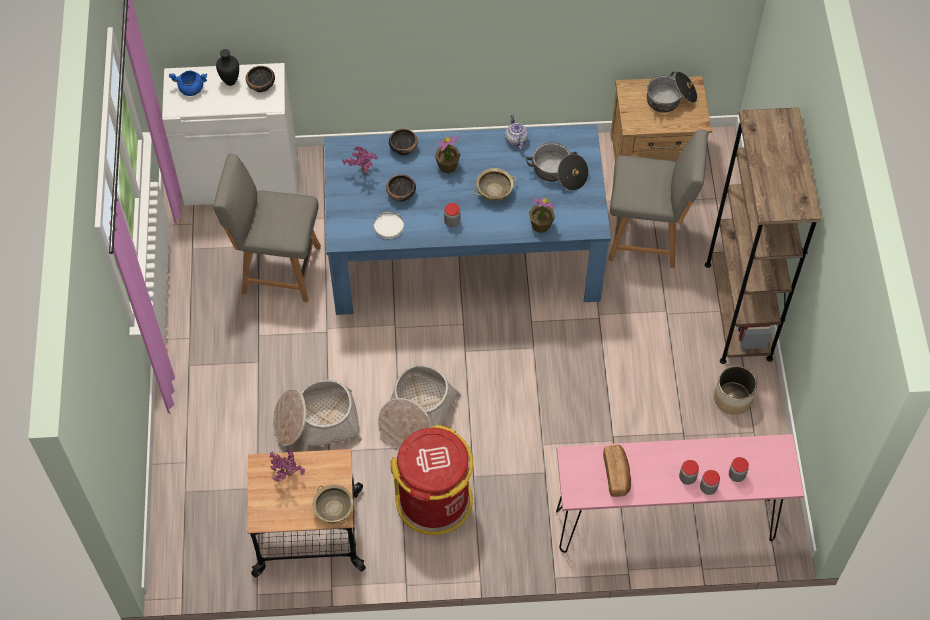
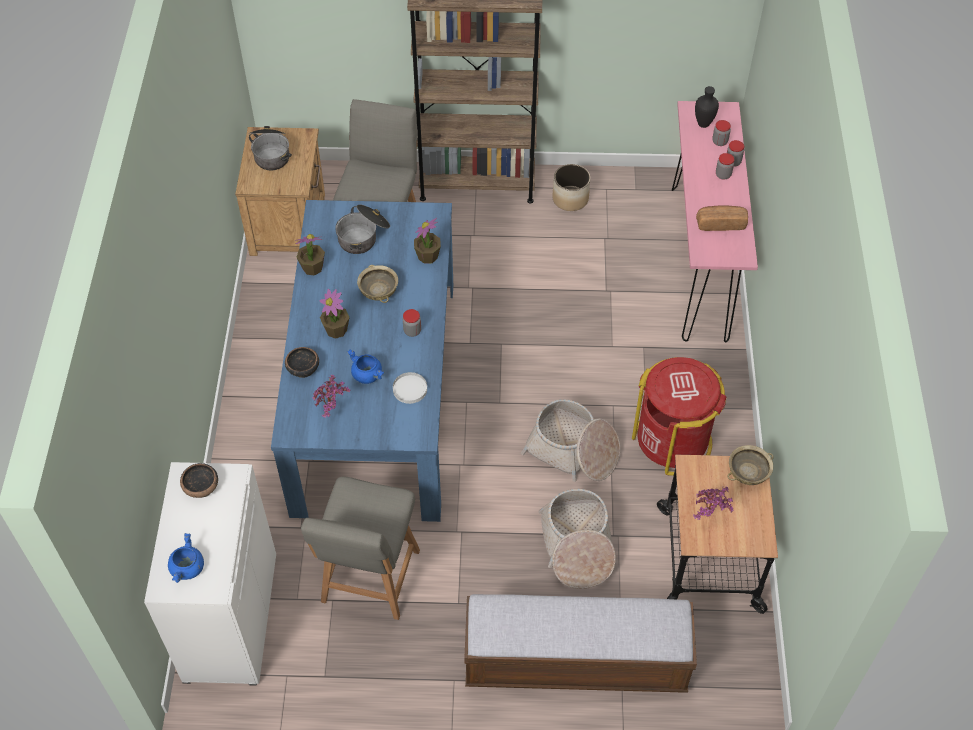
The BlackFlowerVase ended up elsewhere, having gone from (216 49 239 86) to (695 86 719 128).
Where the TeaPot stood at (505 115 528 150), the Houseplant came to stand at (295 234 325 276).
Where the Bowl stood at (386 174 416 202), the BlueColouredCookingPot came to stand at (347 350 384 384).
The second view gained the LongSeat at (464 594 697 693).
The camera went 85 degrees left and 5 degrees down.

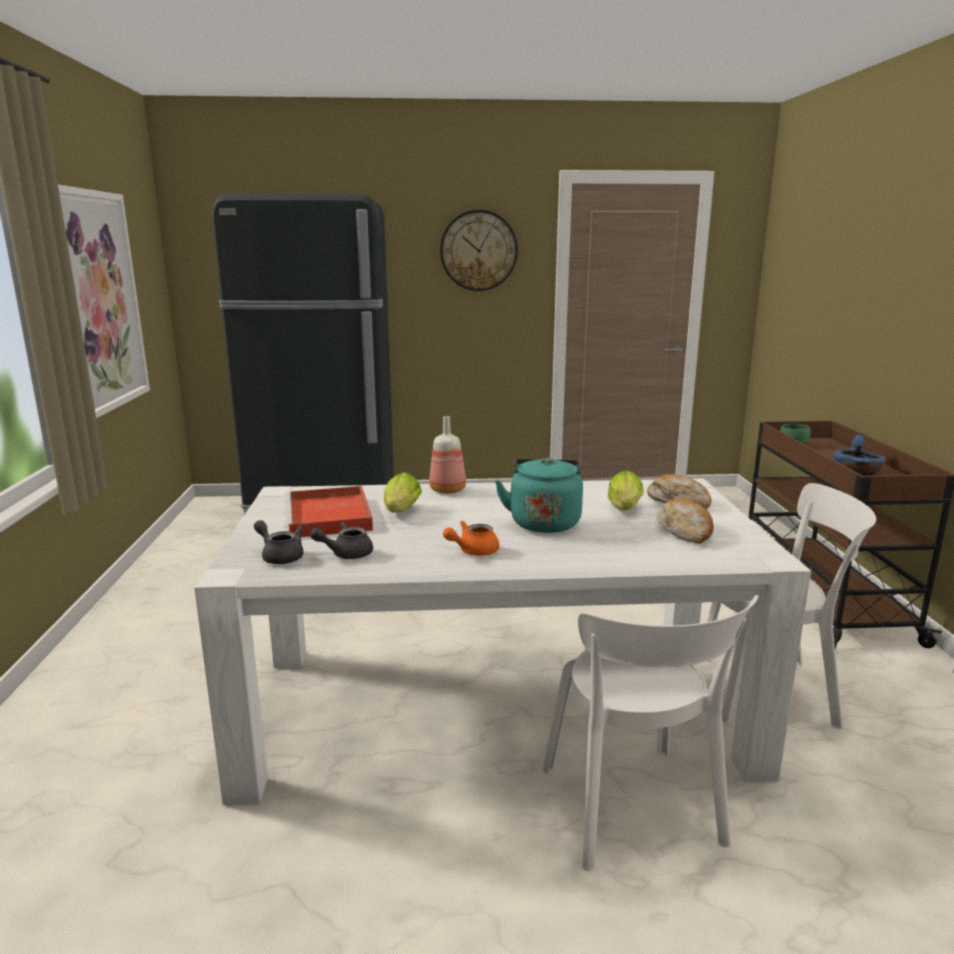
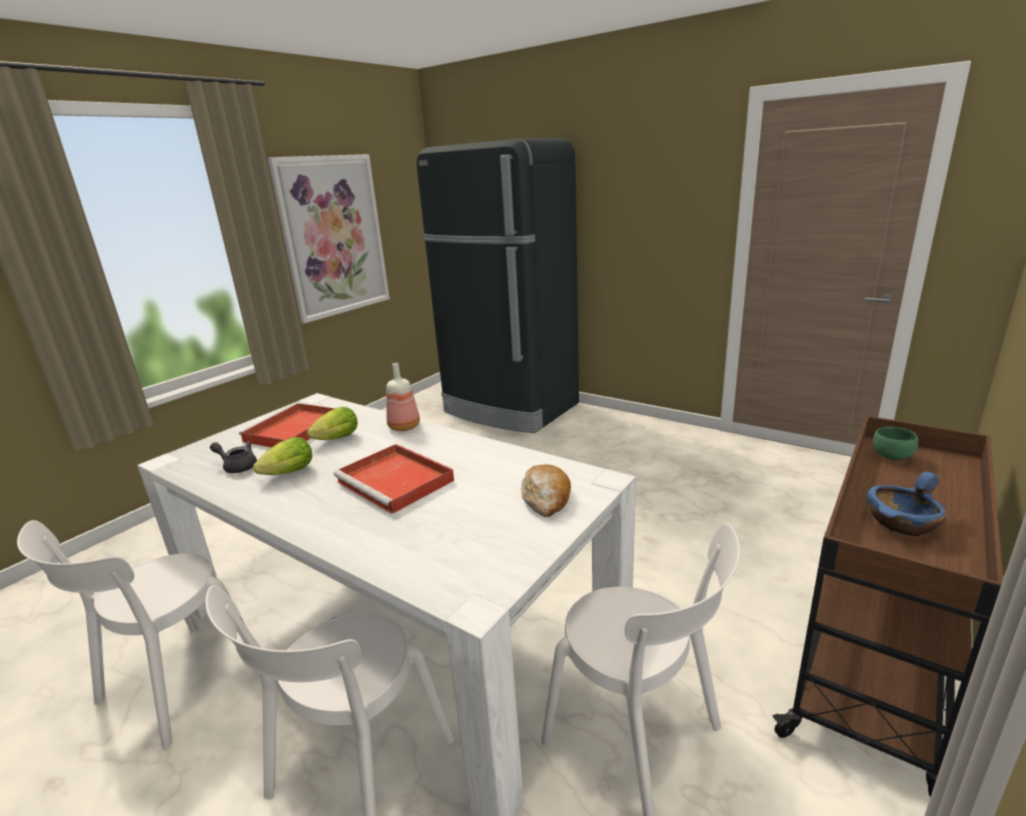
The second view lost the ClockOnTheWall at (440 210 518 291).
Where the TurquoiseWaterKettle stood at (495 457 583 533), the RedColouredServingTray came to stand at (334 444 454 514).
The HeadOfLettuce ended up elsewhere, having gone from (608 470 644 510) to (253 437 312 475).
The second view lost the Bread at (656 499 714 544).
The second view lost the GrayTeaPot at (254 520 303 564).
The second view lost the OrangeColouredTeaPot at (443 521 499 556).
The second view gained the WhiteColouredChair at (17 520 247 750).
The camera went 40 degrees right and 5 degrees up.

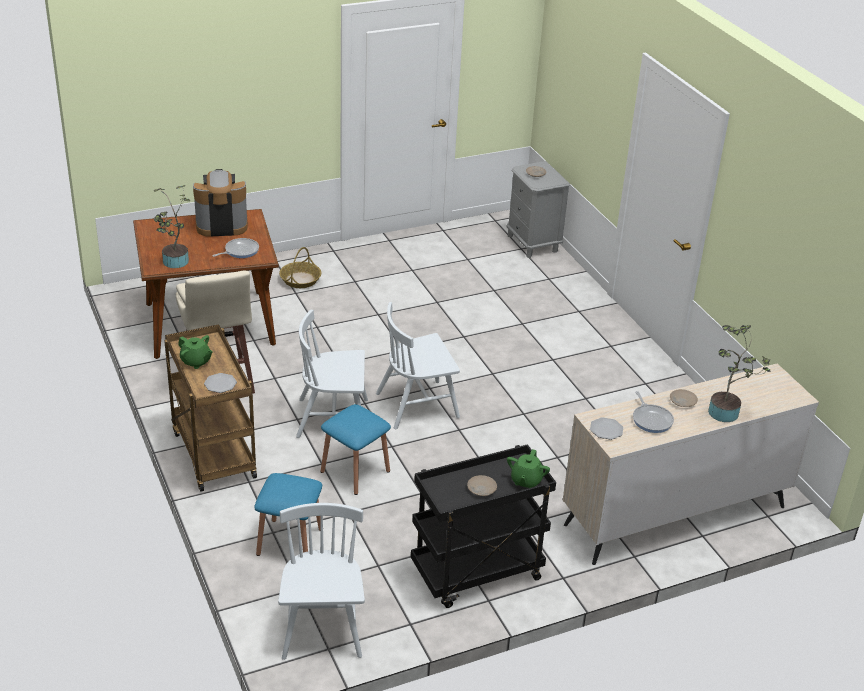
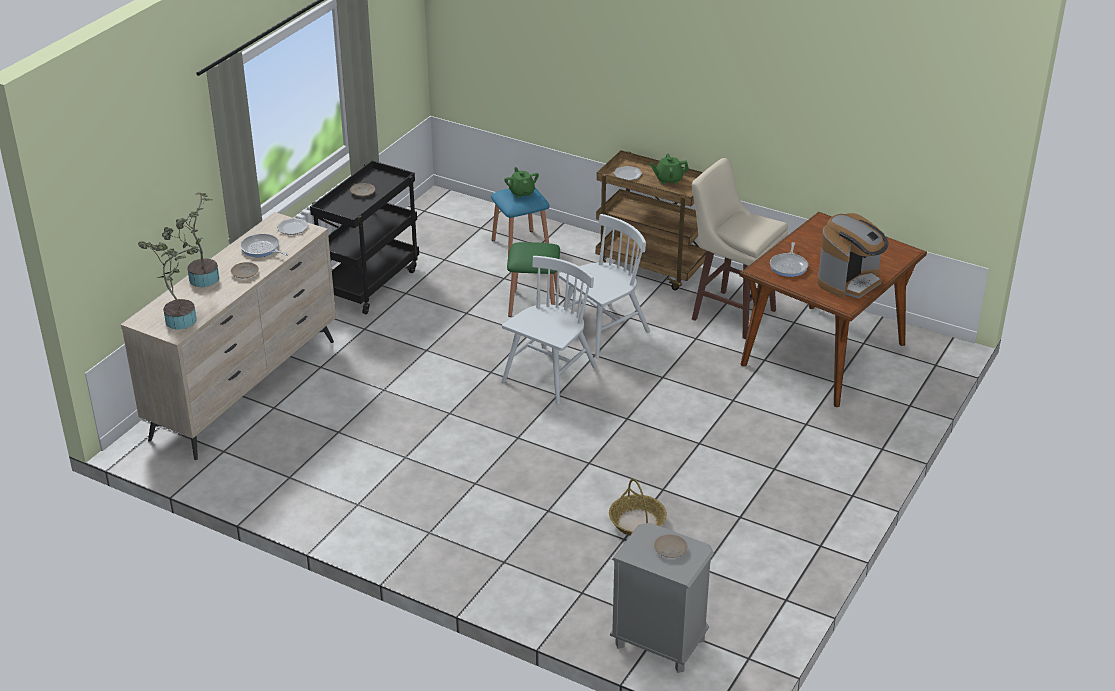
The Houseplant ended up elsewhere, having gone from (154 185 190 268) to (138 241 198 329).
The HouseholdBasket ended up elsewhere, having gone from (279 247 321 288) to (609 478 667 536).
What was the BlueColouredStoolSeat at (321 404 391 495) turned into the GreenColouredStoolSeat at (507 242 560 317).
The GreenColouredTeaPot ended up elsewhere, having gone from (507 449 550 488) to (504 167 539 198).
The second view lost the WhiteColouredChair at (278 503 365 660).
The camera went 145 degrees right and 0 degrees up.

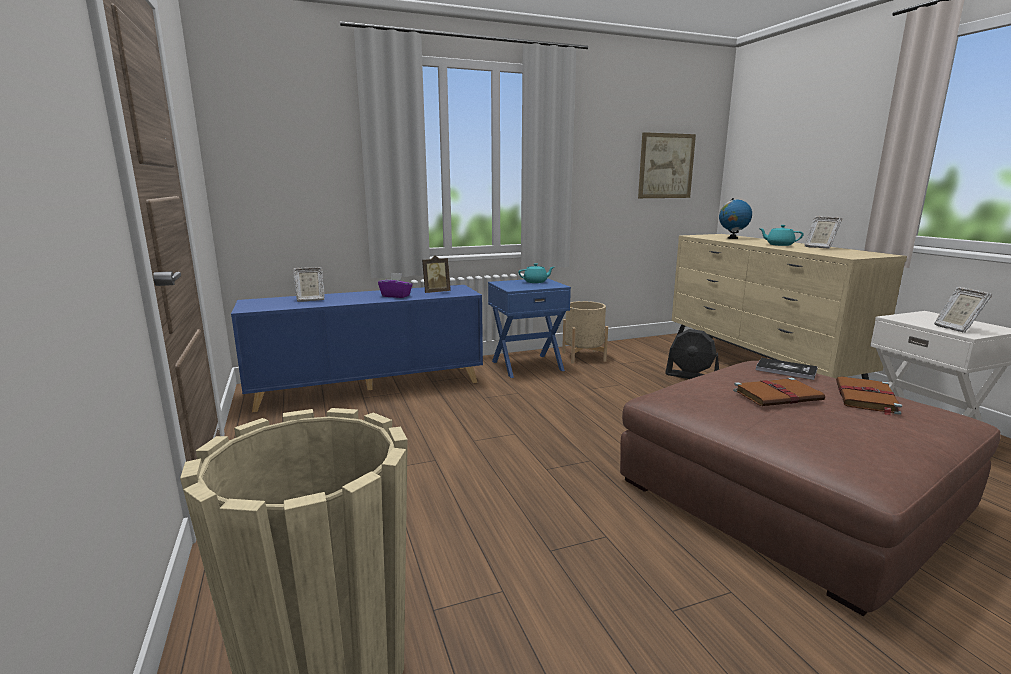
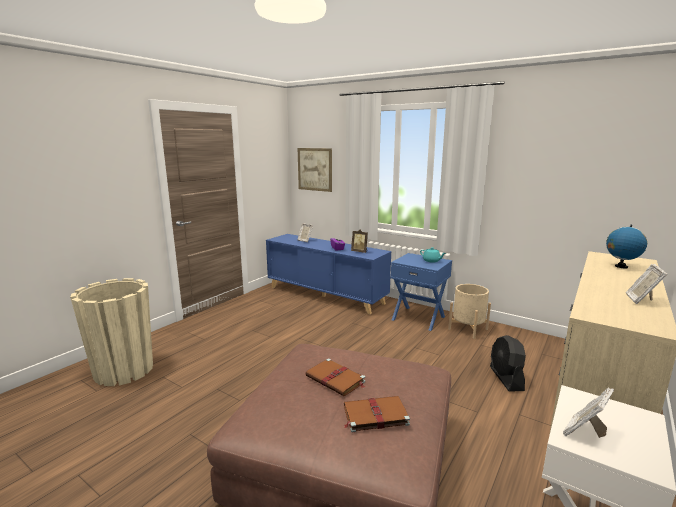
The WallArt ended up elsewhere, having gone from (638 132 696 198) to (298 148 332 192).
The second view lost the TurquoiseTeaPot at (758 225 804 246).
The second view lost the Volume at (756 358 818 380).
The camera went 55 degrees right and 0 degrees up.

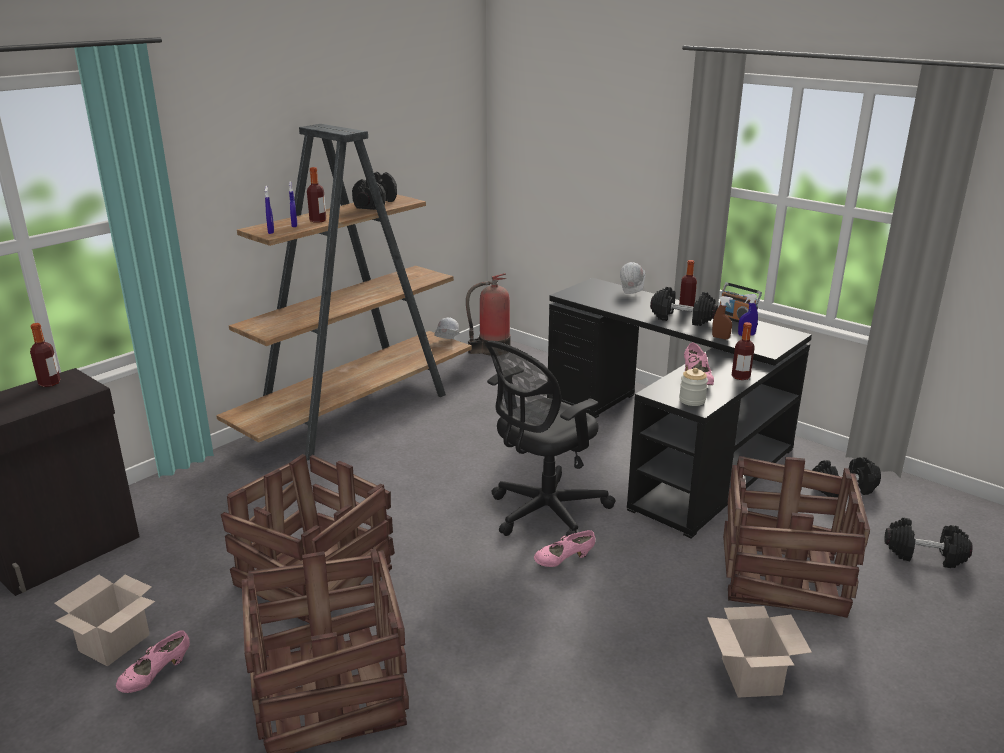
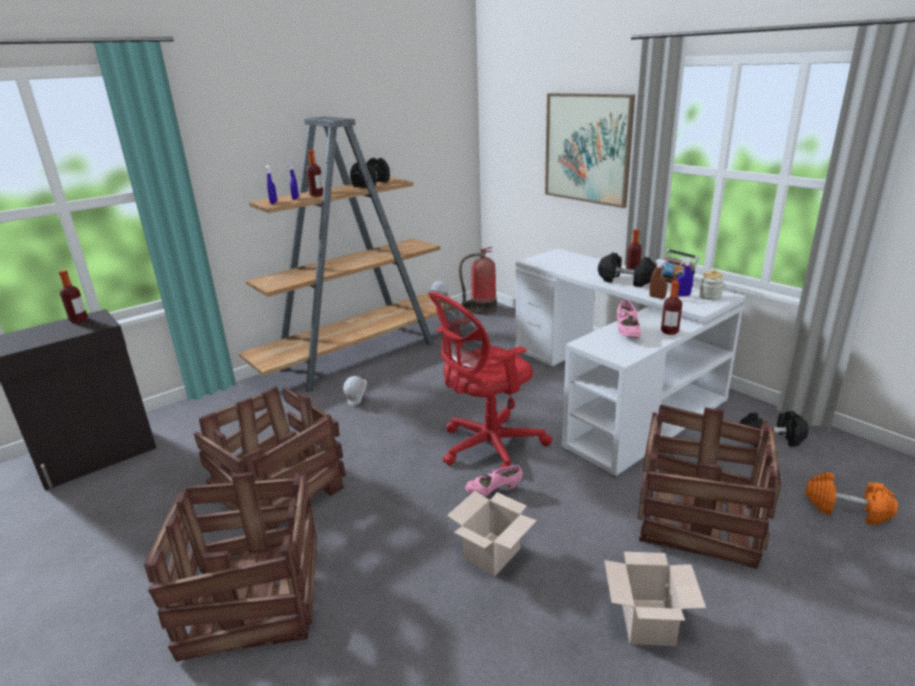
The WhiteColouredHardHat ended up elsewhere, having gone from (620 262 645 294) to (343 376 367 406).
What was the BlackDeskUnit at (547 278 812 539) turned into the WhiteColouredDeskUnit at (516 248 745 478).
What was the BlackComputerChair at (485 341 616 536) turned into the RedColouredComputerChair at (428 292 552 468).
The PreserveJar ended up elsewhere, having gone from (679 368 708 406) to (699 269 724 300).
What was the BlackHandWeight at (884 518 973 568) turned into the OrangeColouredHandWeight at (805 472 898 525).
The CardboardBox ended up elsewhere, having gone from (54 575 155 667) to (447 491 537 577).
The second view lost the PinkLowShoe at (116 630 190 693).
The second view gained the WallArt at (545 93 635 208).
The camera went 10 degrees right and 0 degrees up.

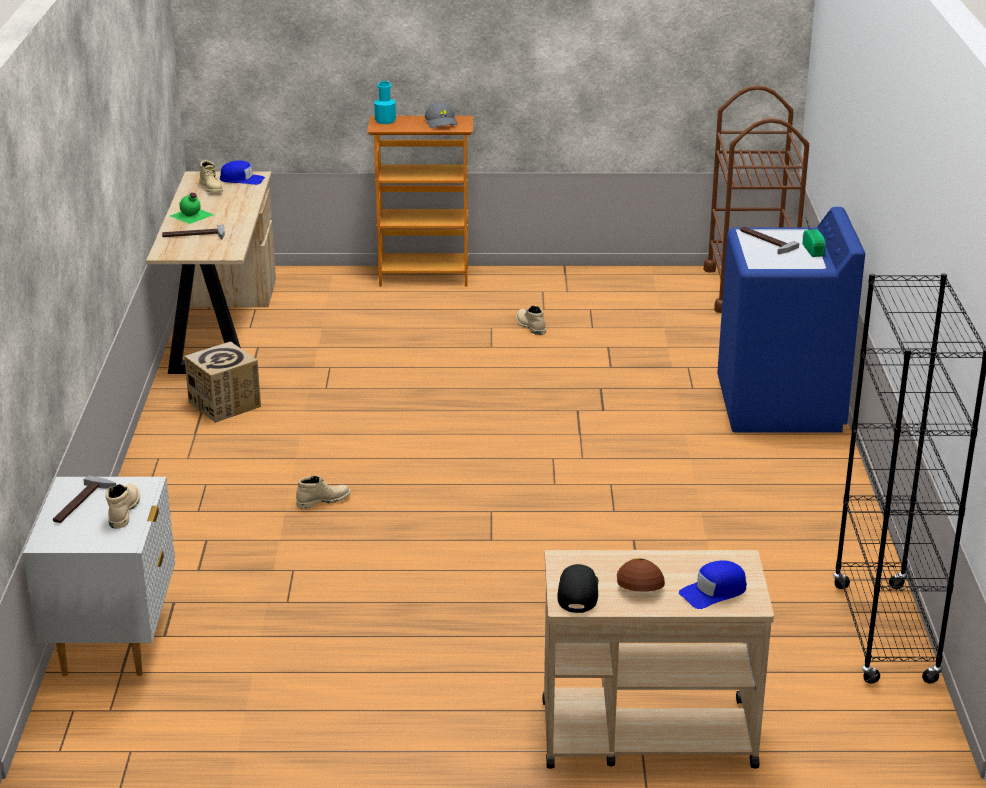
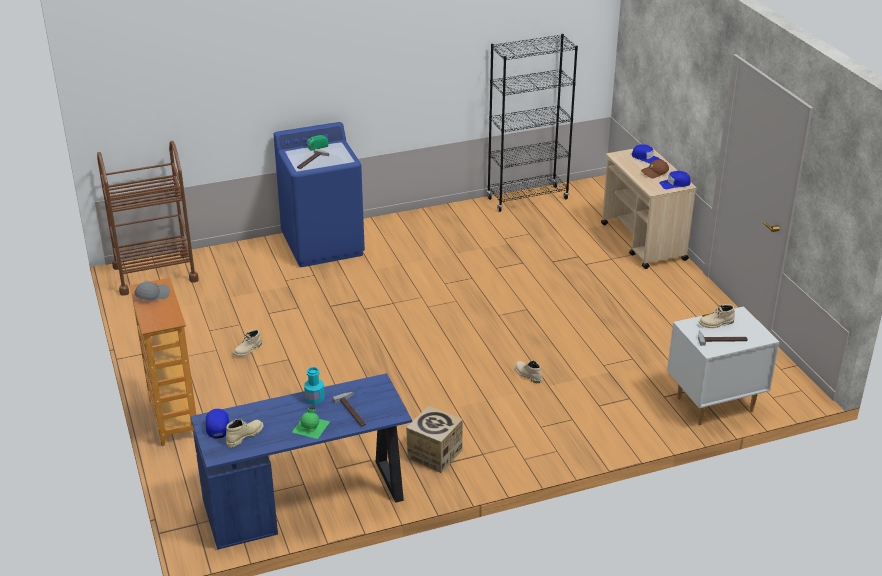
The TurquoiseBeverageBottle ended up elsewhere, having gone from (374 81 396 124) to (304 367 325 404).
What was the BeigeDeskUnit at (146 171 276 374) turned into the BlueColouredDeskUnit at (191 373 412 550).
What was the BlackCap at (557 564 598 613) turned into the BlueColouredCap at (659 171 691 189).
The camera went 110 degrees left and 5 degrees up.

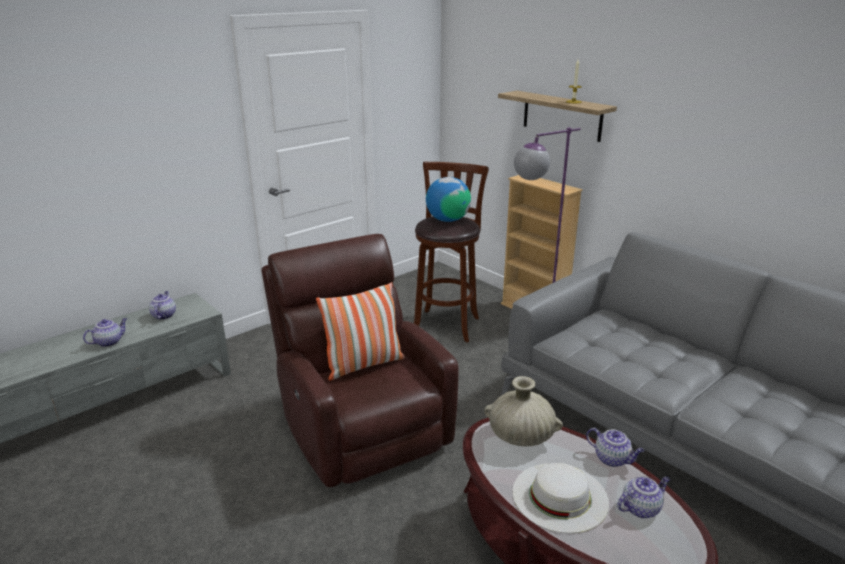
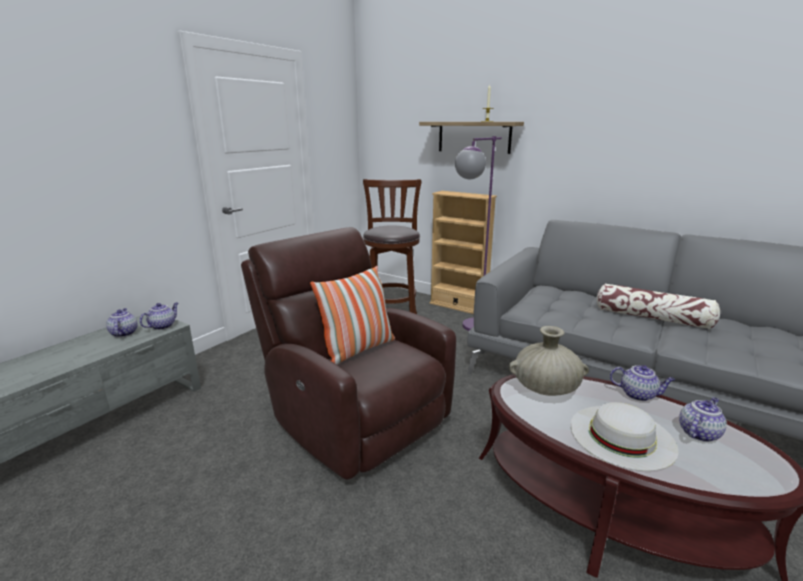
The second view lost the Globe at (426 177 471 222).
The TeaPot ended up elsewhere, having gone from (83 318 127 347) to (139 303 178 330).
The second view gained the Cushion at (597 284 720 329).
The camera went 15 degrees left and 5 degrees down.

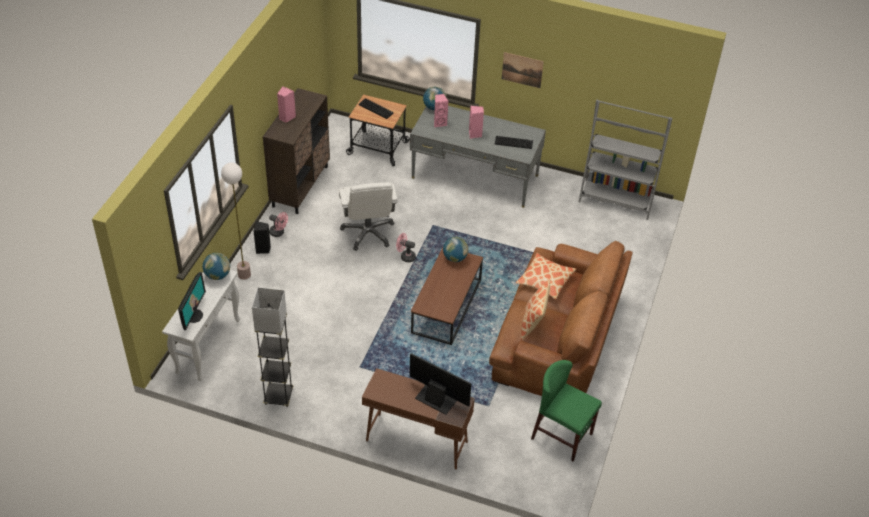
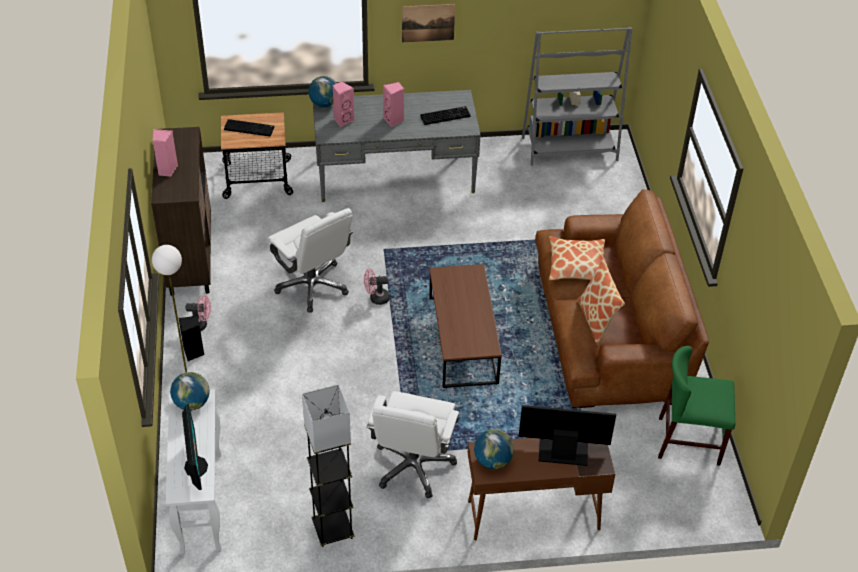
The Globe ended up elsewhere, having gone from (443 237 469 262) to (474 429 514 469).
The second view gained the WhiteColouredComputerChair at (367 391 459 498).
The camera went 25 degrees left and 0 degrees up.

